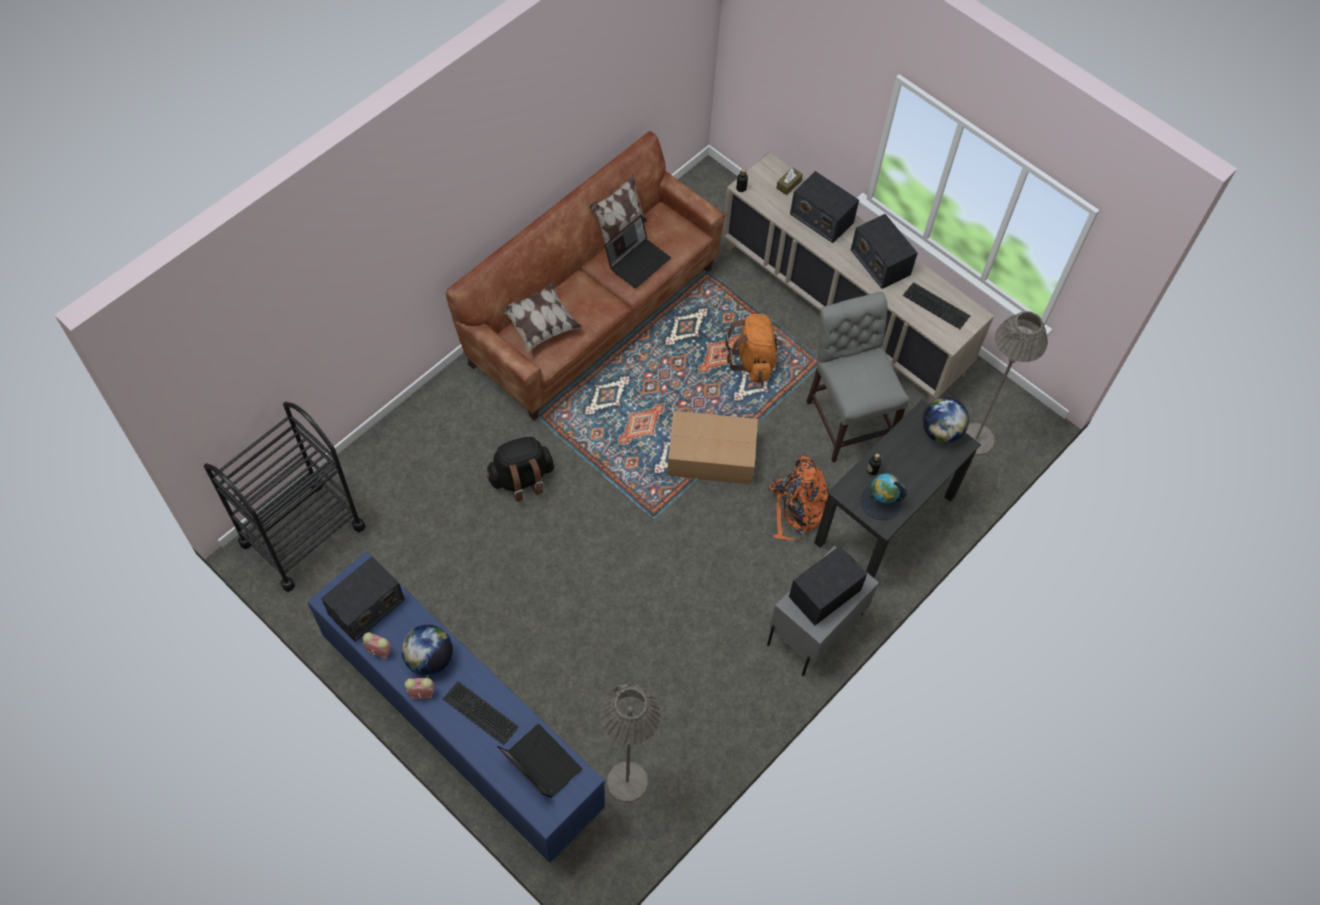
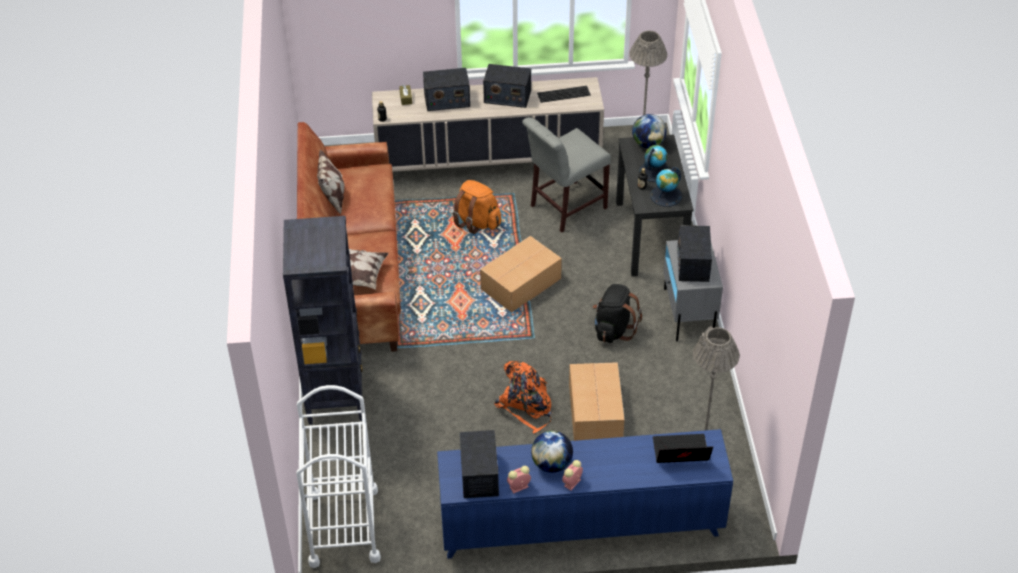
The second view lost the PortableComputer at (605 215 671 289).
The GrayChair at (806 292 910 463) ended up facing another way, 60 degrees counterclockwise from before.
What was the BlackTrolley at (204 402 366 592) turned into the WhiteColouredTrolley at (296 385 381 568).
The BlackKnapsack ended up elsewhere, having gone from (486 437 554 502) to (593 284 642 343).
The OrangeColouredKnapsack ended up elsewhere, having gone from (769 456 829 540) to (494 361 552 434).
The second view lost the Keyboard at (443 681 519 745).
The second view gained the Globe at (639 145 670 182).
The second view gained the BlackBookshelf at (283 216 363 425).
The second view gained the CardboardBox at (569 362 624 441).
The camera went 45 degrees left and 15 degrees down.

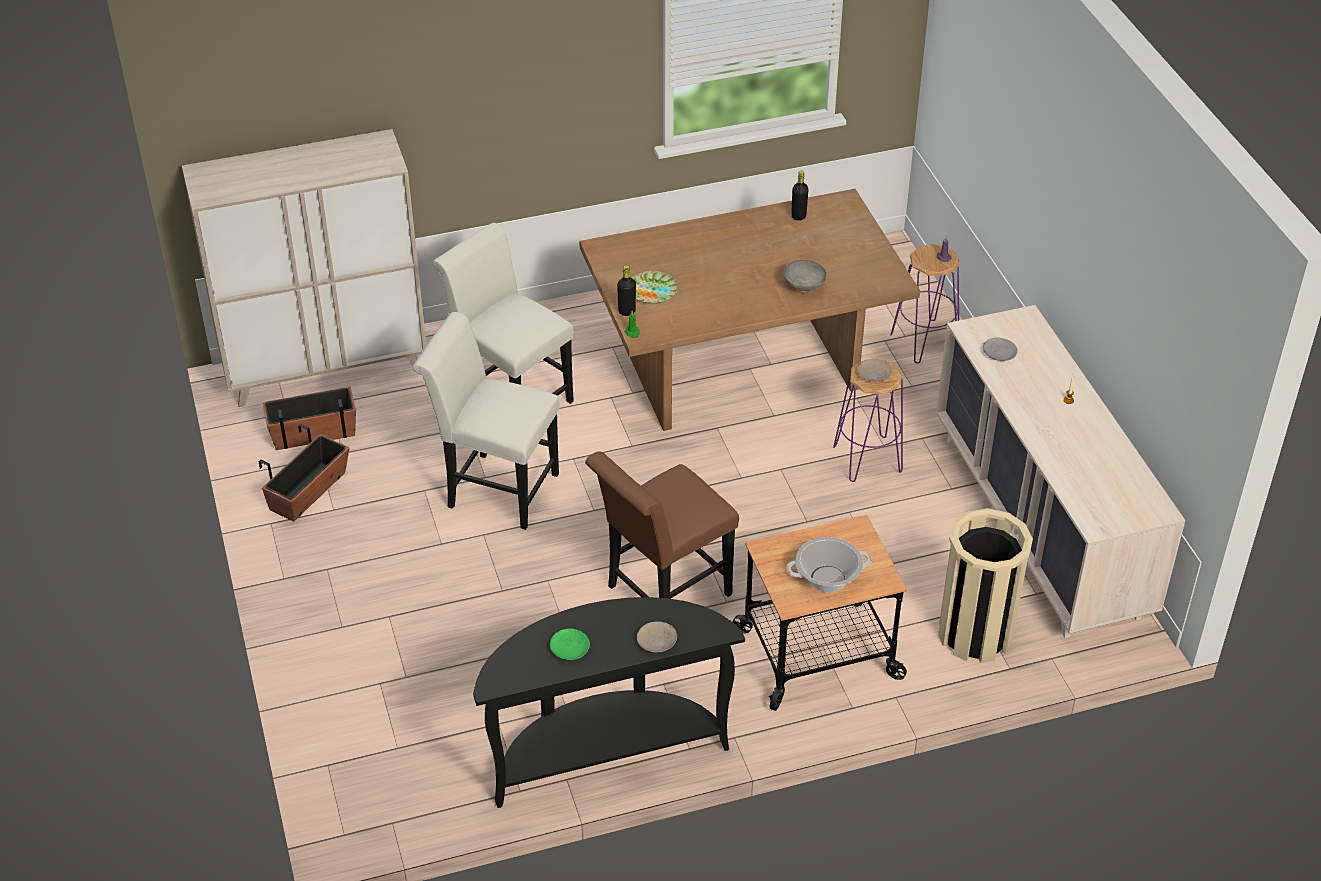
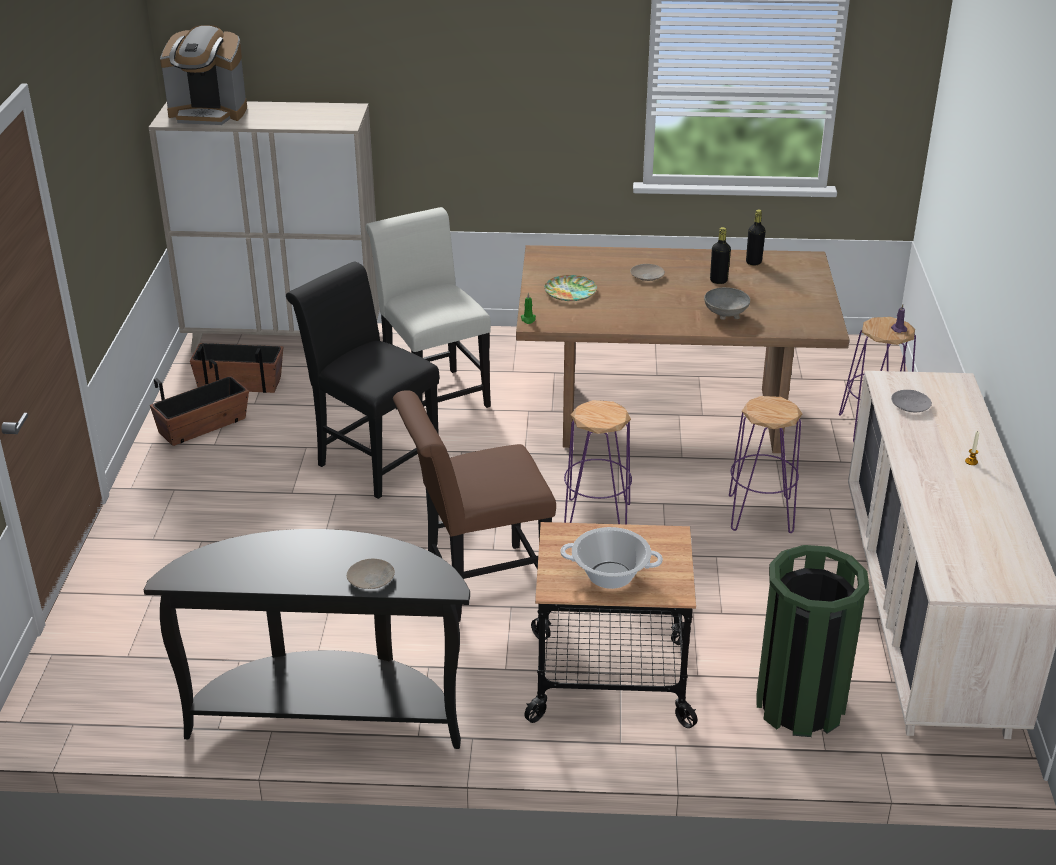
The BlackBeverageBottle ended up elsewhere, having gone from (617 265 636 316) to (710 227 731 284).
What was the WhiteColouredChair at (413 312 560 530) turned into the BlackChair at (286 261 439 499).
The BeigeDinnerPlate ended up elsewhere, having gone from (857 359 892 382) to (630 264 665 281).
What was the BeigeRubbishBin at (938 508 1033 663) turned into the GreenColouredRubbishBin at (756 545 869 737).
The second view lost the GreenColouredDinnerPlate at (550 628 590 660).
The second view gained the CoffeeBrewer at (160 25 247 125).
The second view gained the PurplishStoolSeat at (564 400 632 525).
The camera went 20 degrees right and 10 degrees down.

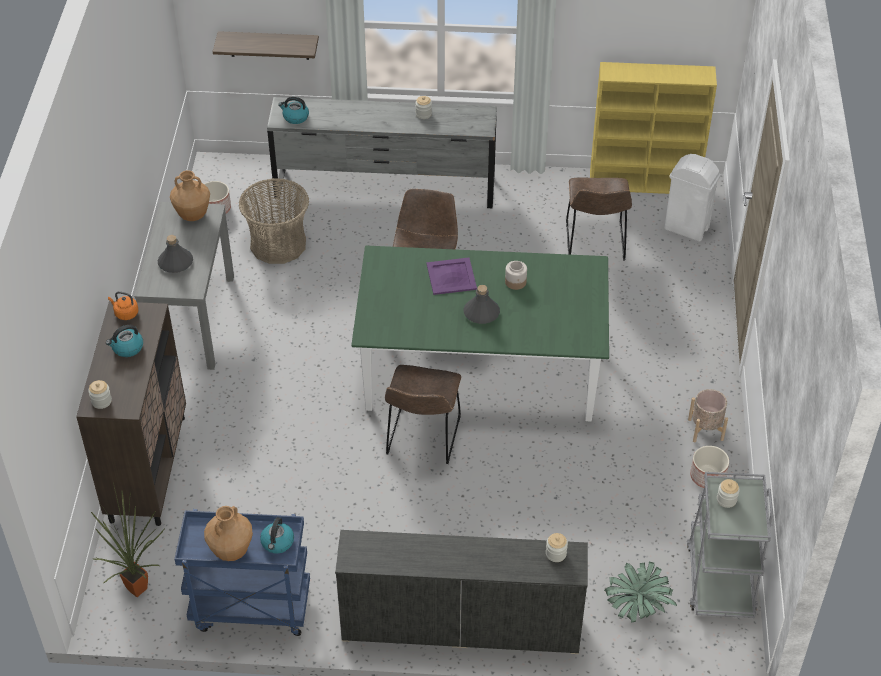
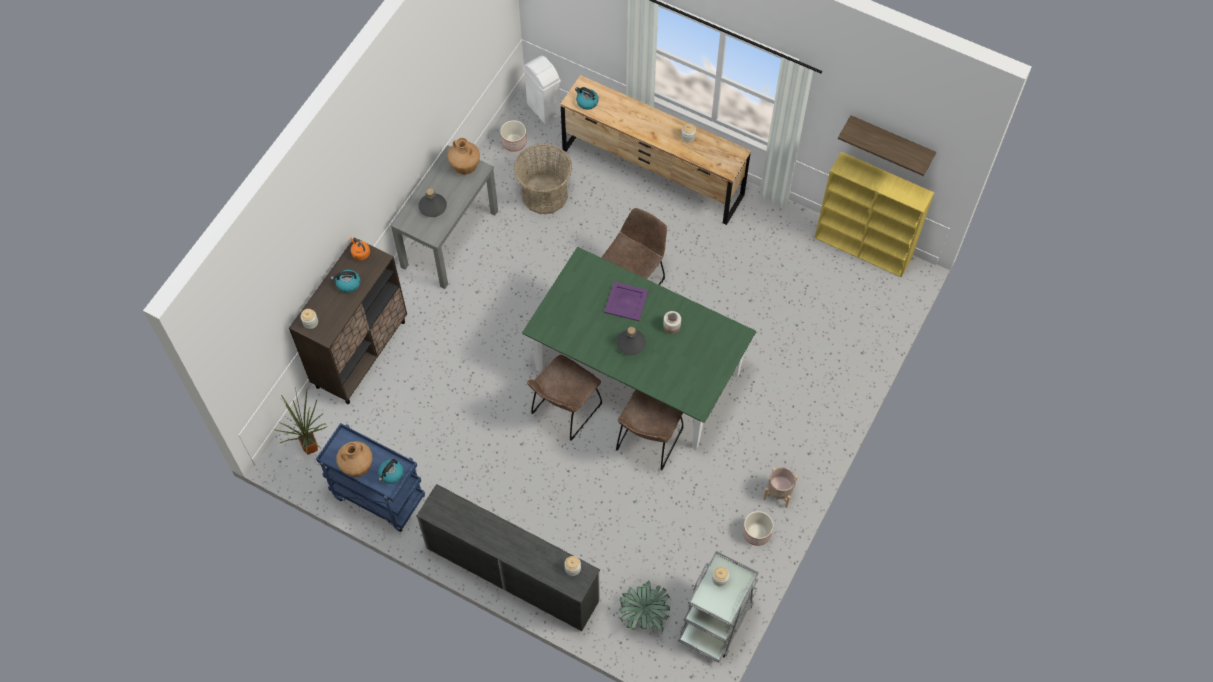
The Shelf ended up elsewhere, having gone from (213 31 319 60) to (838 115 936 176).
What was the GrayChestOfDrawers at (267 97 497 208) turned into the BrownishChestOfDrawers at (561 75 751 225).
The WhiteColouredRubbishBin ended up elsewhere, having gone from (664 154 721 242) to (523 56 561 124).
The BrownishChair ended up elsewhere, having gone from (566 178 632 261) to (616 389 683 471).
The camera went 25 degrees right and 15 degrees up.

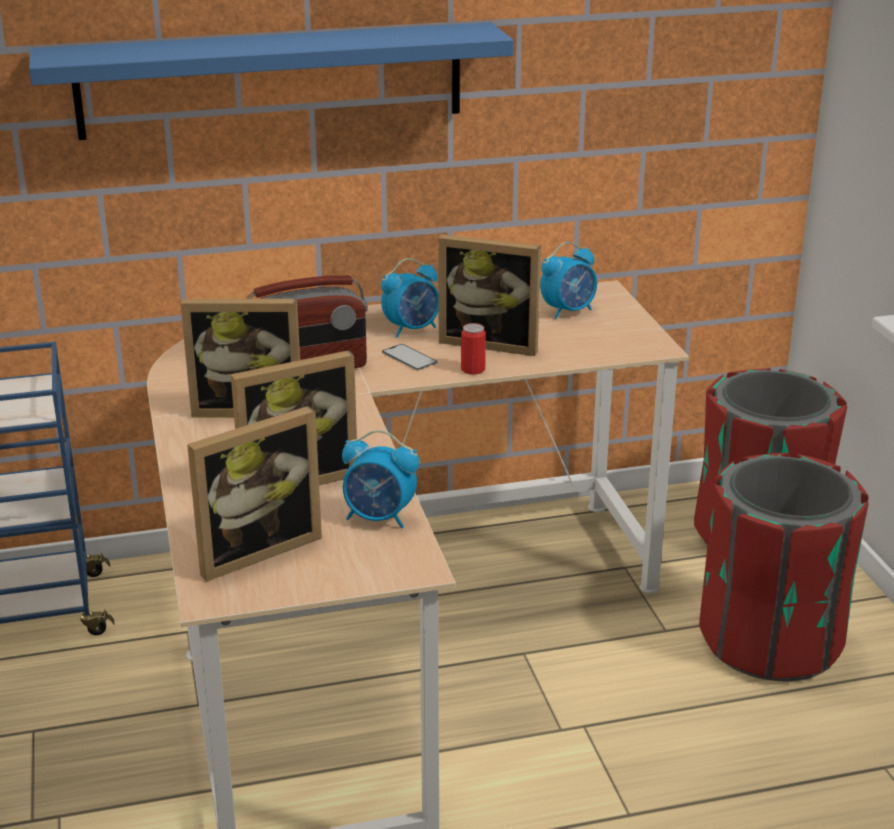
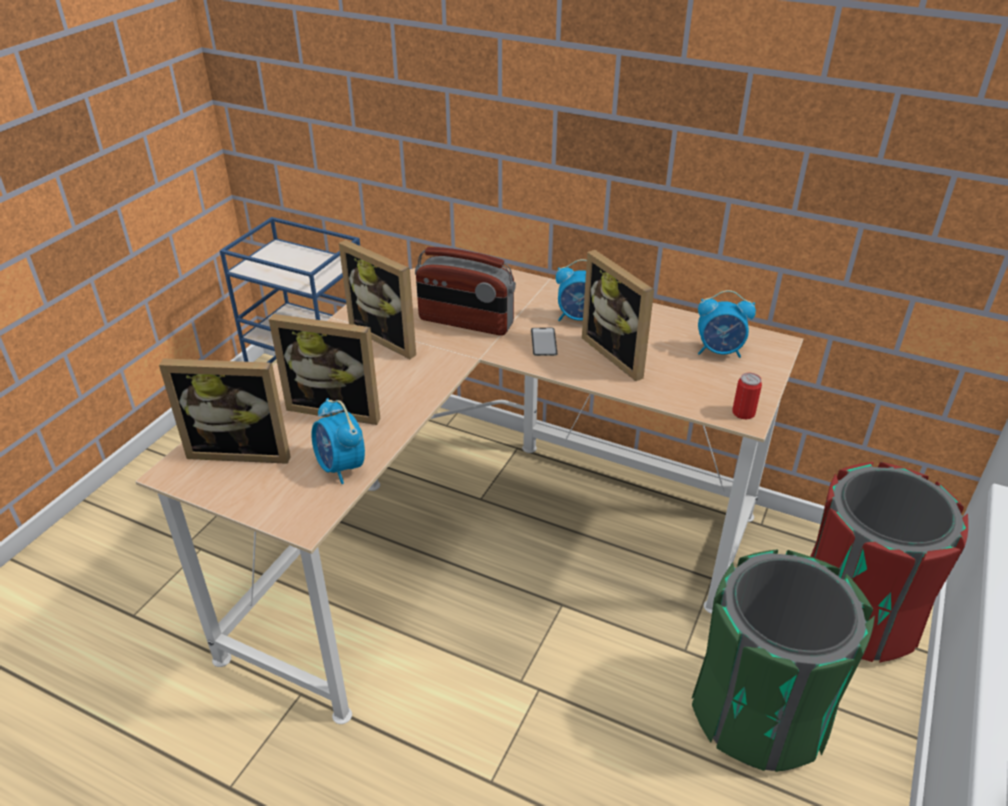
The second view lost the BlueColouredShelf at (29 22 514 140).
The MetalCan ended up elsewhere, having gone from (461 323 486 375) to (732 373 762 419).
What was the RedColouredRubbishBin at (699 453 869 682) turned into the GreenColouredRubbishBin at (692 549 875 772).
The camera went 40 degrees right and 10 degrees up.

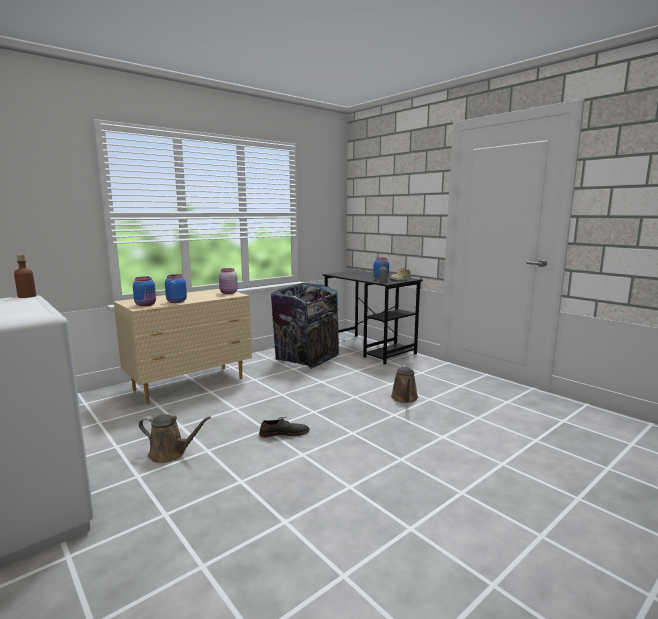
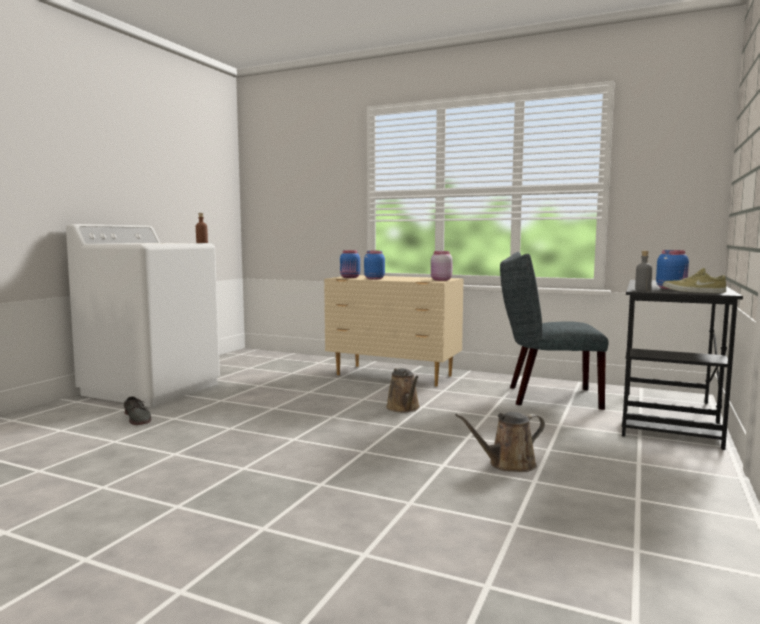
Where the RubbishBin stood at (271 283 339 369), the GrayChair came to stand at (500 252 609 410).
The BrownishWateringCan ended up elsewhere, having gone from (139 414 211 463) to (386 368 420 412).
The GrayLowShoe ended up elsewhere, having gone from (259 417 309 438) to (124 396 151 425).
The camera went 65 degrees right and 5 degrees down.

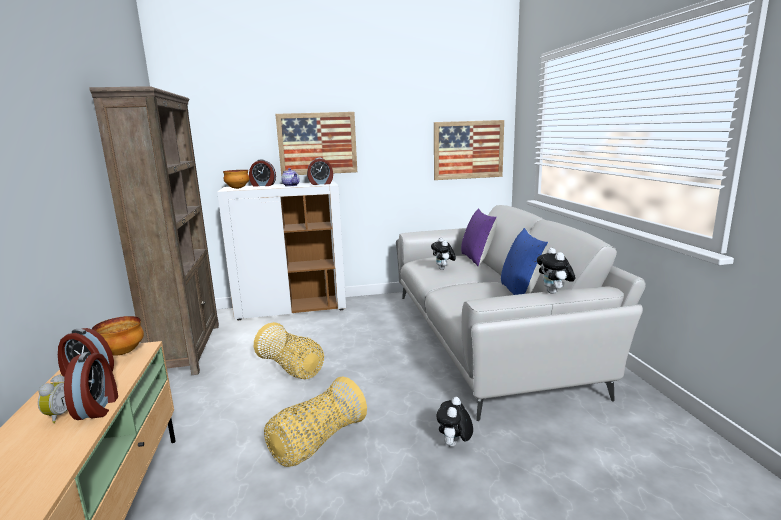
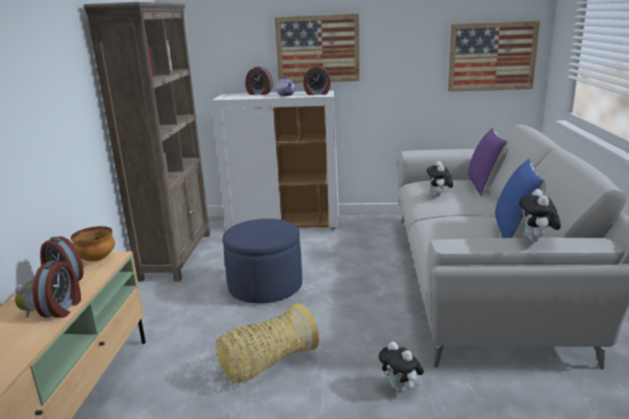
The second view lost the Bowl at (223 170 249 189).
Where the HouseholdBasket stood at (254 322 324 379), the BlueColouredOttoman came to stand at (223 219 302 303).
The PlushToy at (436 397 473 447) ended up facing another way, 75 degrees counterclockwise from before.
The camera went 15 degrees right and 5 degrees up.

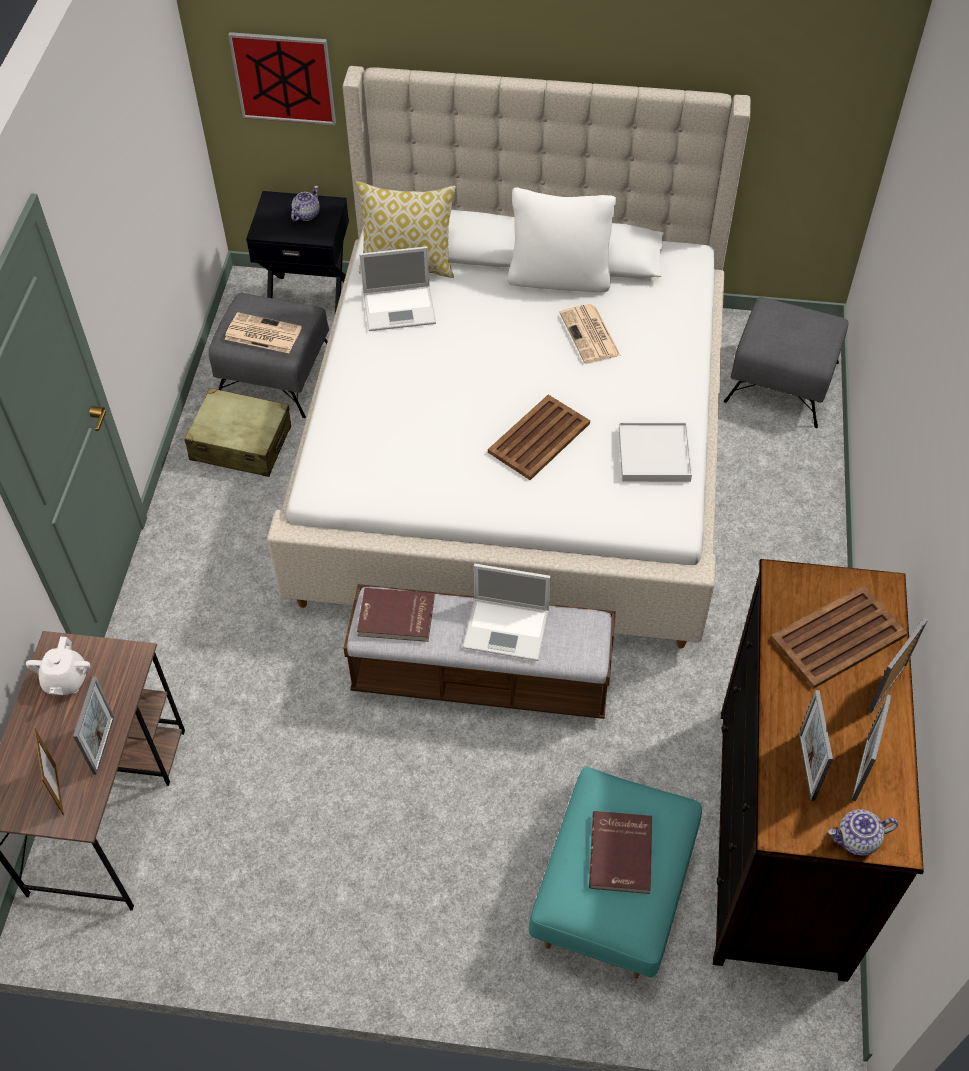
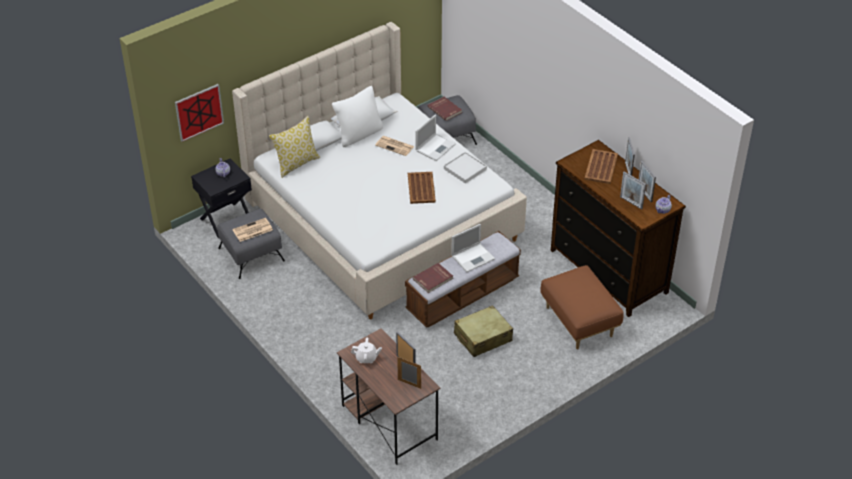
The PortableComputer ended up elsewhere, having gone from (359 246 436 331) to (415 115 456 161).
The BeigeTravelCase ended up elsewhere, having gone from (184 388 291 477) to (454 305 513 357).
The WhiteColouredTeaPot at (26 637 90 695) ended up facing another way, 45 degrees counterclockwise from before.
What was the TurquoiseOttoman at (529 767 702 979) turned into the BrownishOttoman at (540 265 624 349).
The RedColouredVolume ended up elsewhere, having gone from (589 811 652 894) to (428 97 462 121).
The camera went 45 degrees left and 10 degrees down.

